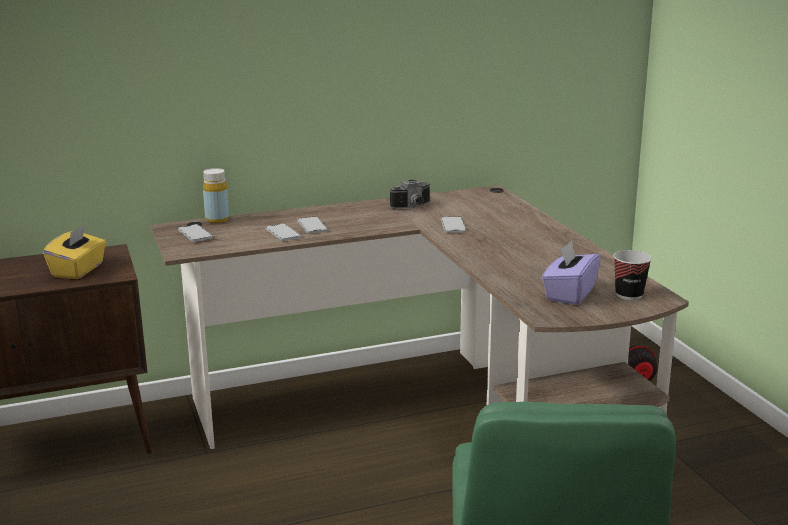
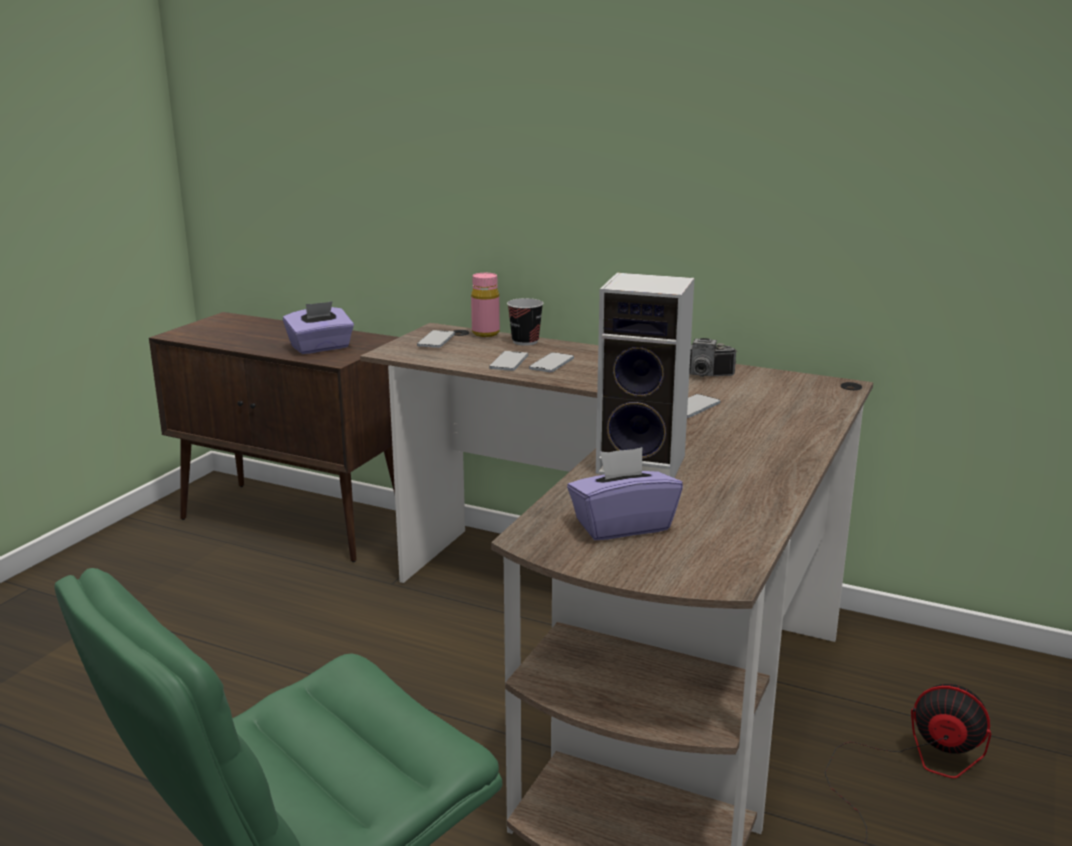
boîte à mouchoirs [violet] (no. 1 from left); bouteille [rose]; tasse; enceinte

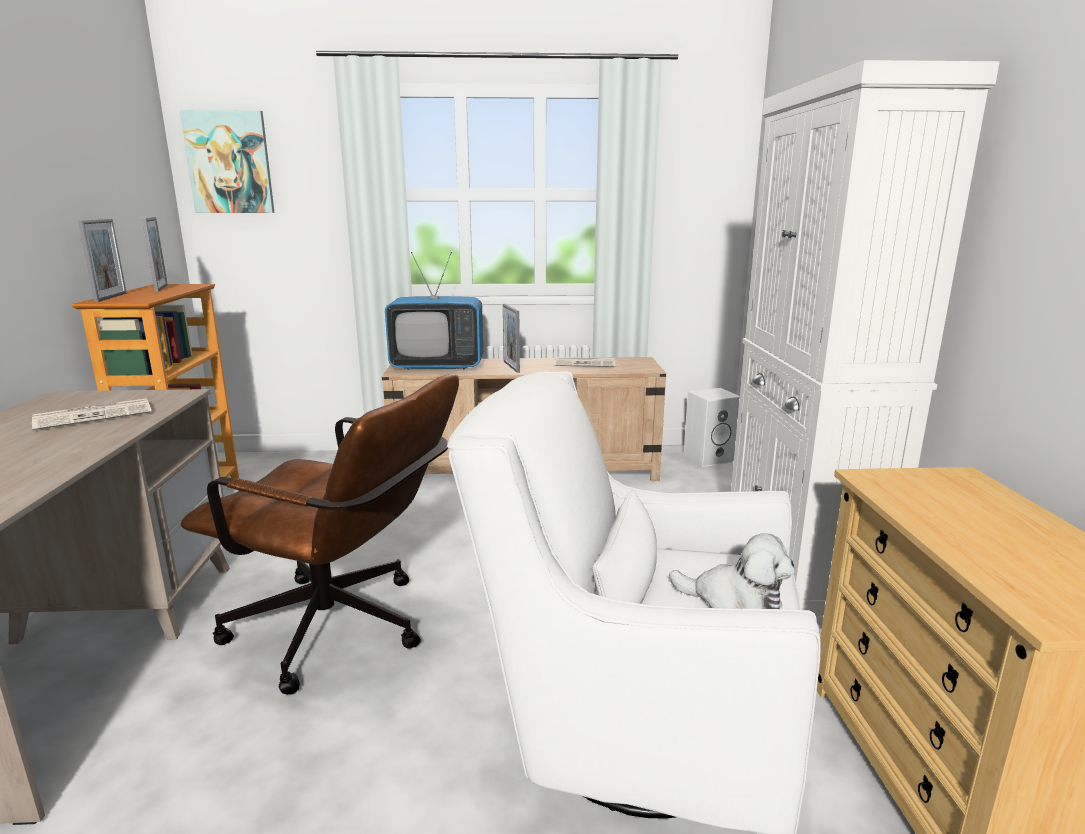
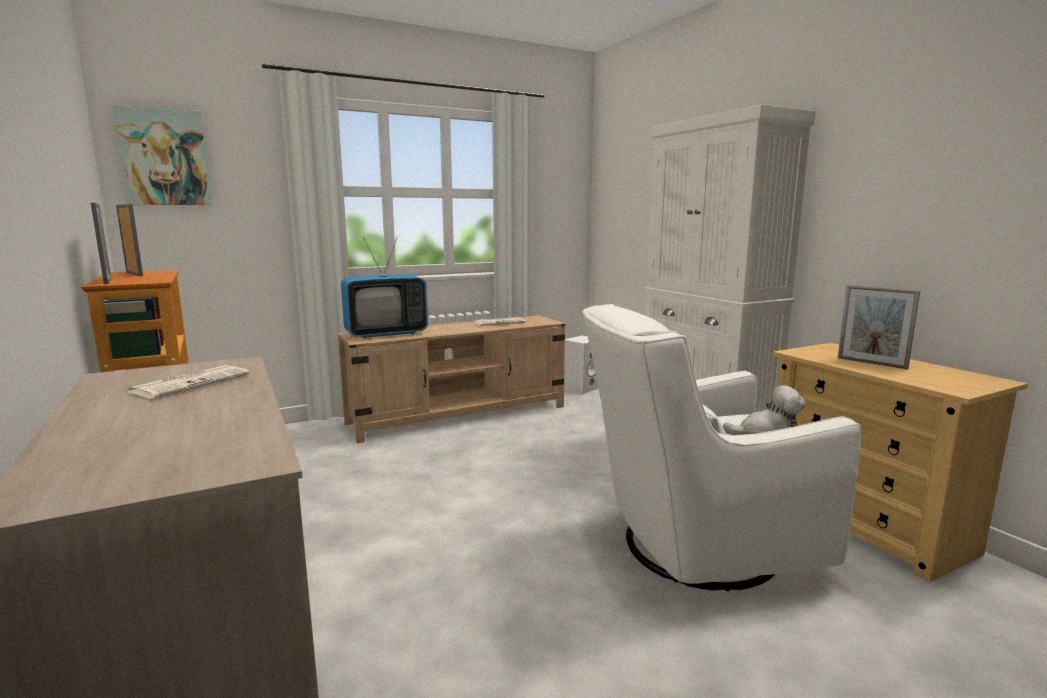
chaise de bureau [marron]; cadre photo (no. 3 from left)

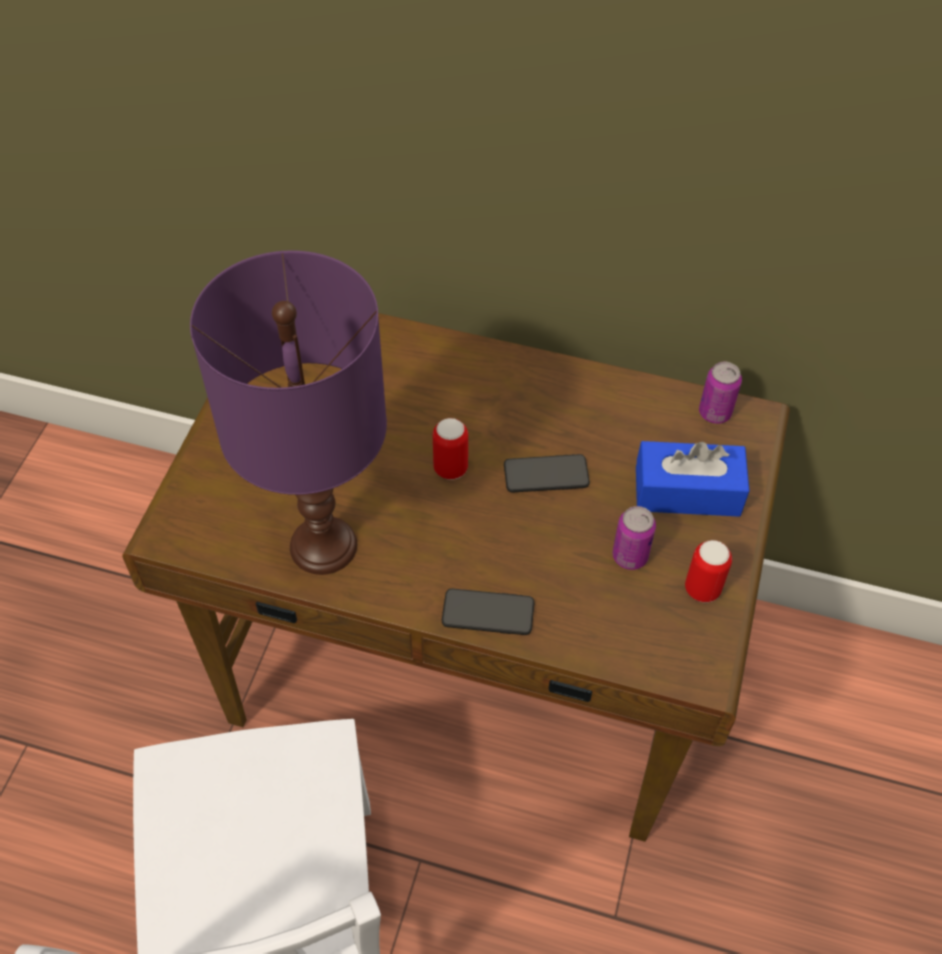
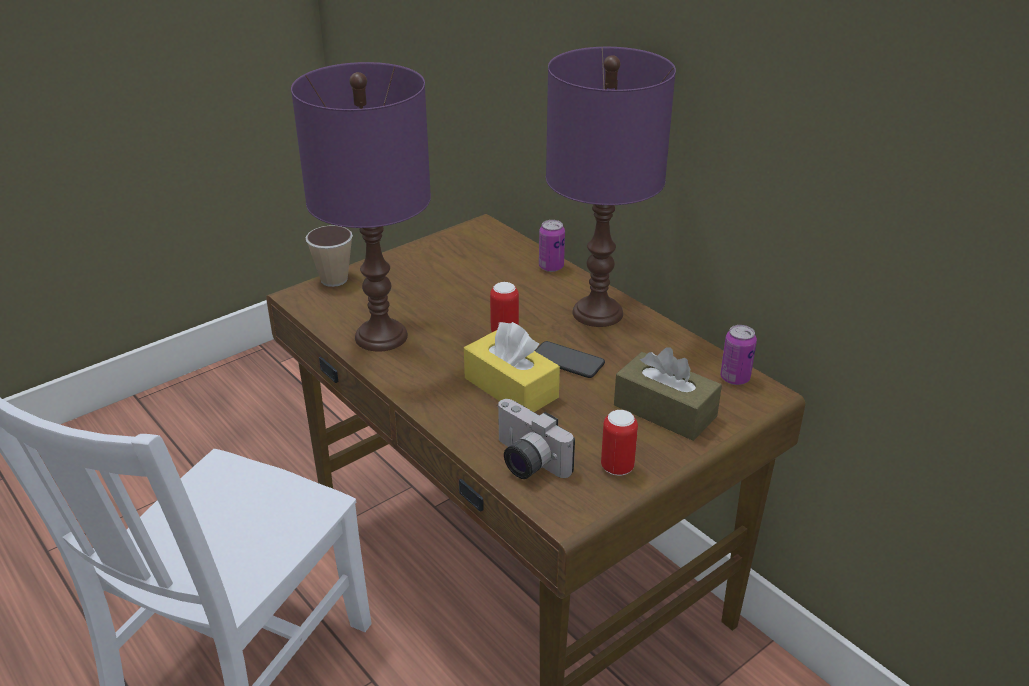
téléphone (no. 1 from left in the first image); boîte métallique (no. 2 from left); boîte à mouchoirs [marron]; tasse; boîte à mouchoirs [jaune]; appareil photo; lampe de table [violet] (no. 2 from left)

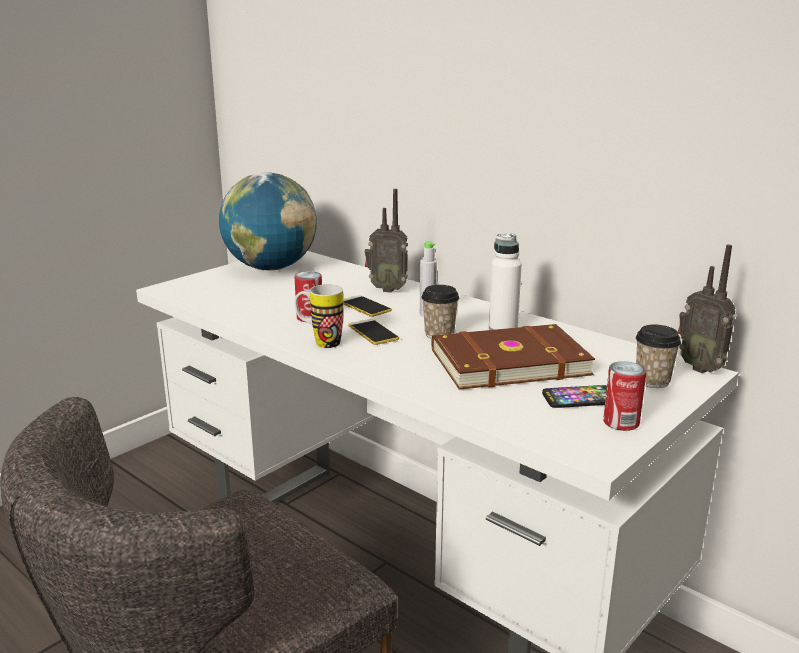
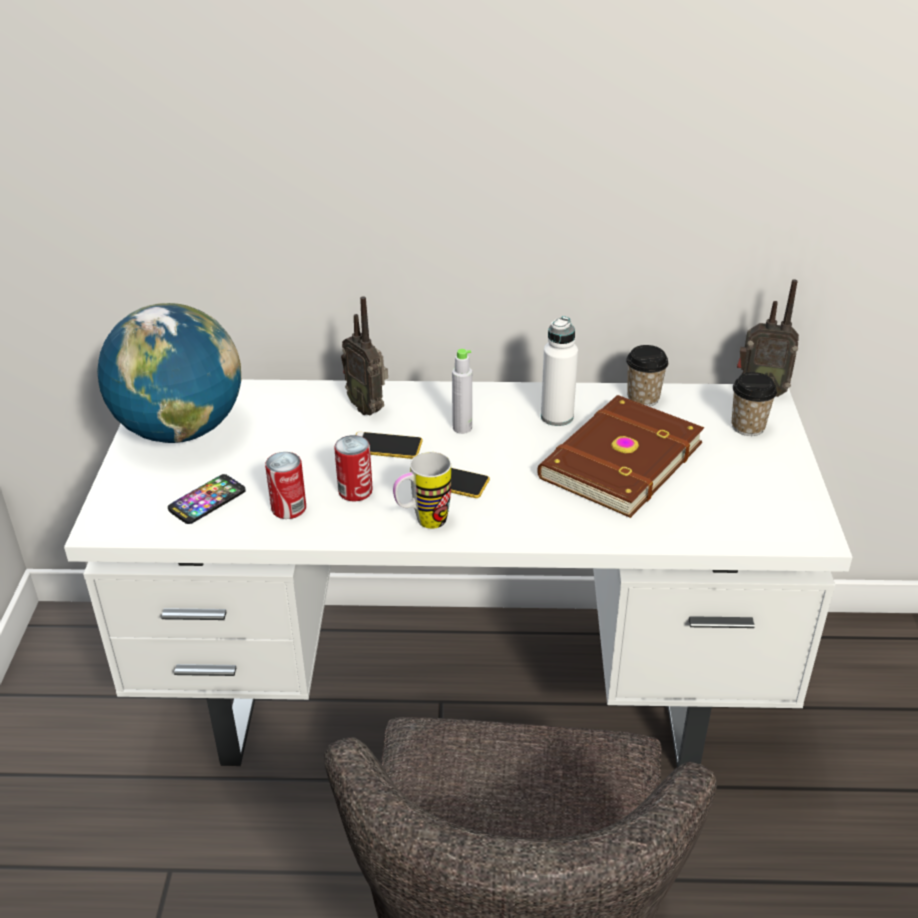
radio (no. 1 from left); tasse (no. 1 from left); téléphone (no. 1 from left); boîte métallique (no. 1 from left)

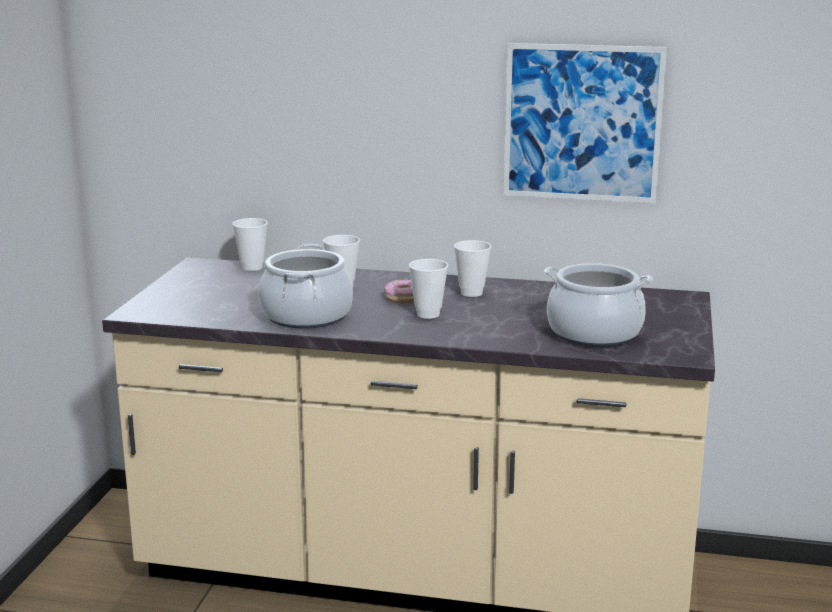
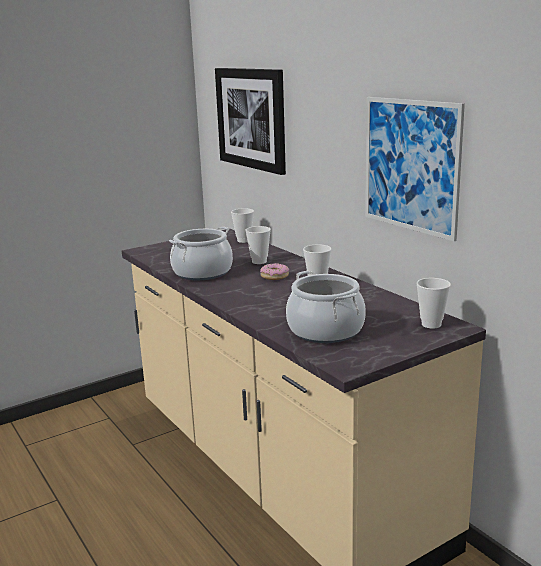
tasse (no. 4 from left); tableau (no. 1 from left)

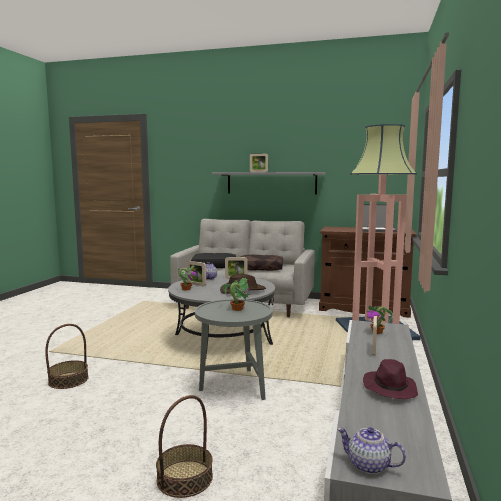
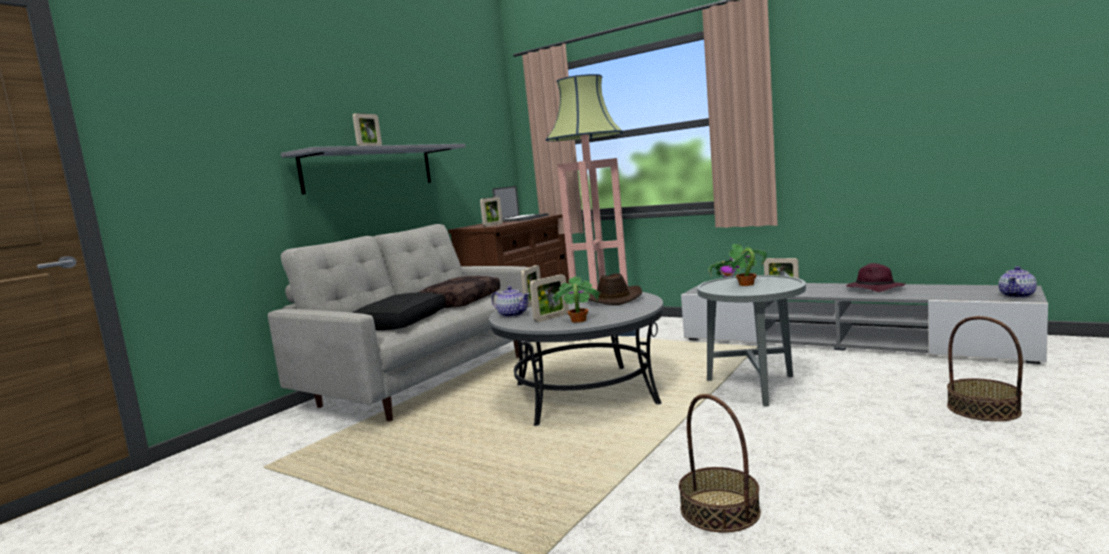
cadre photo (no. 2 from left)

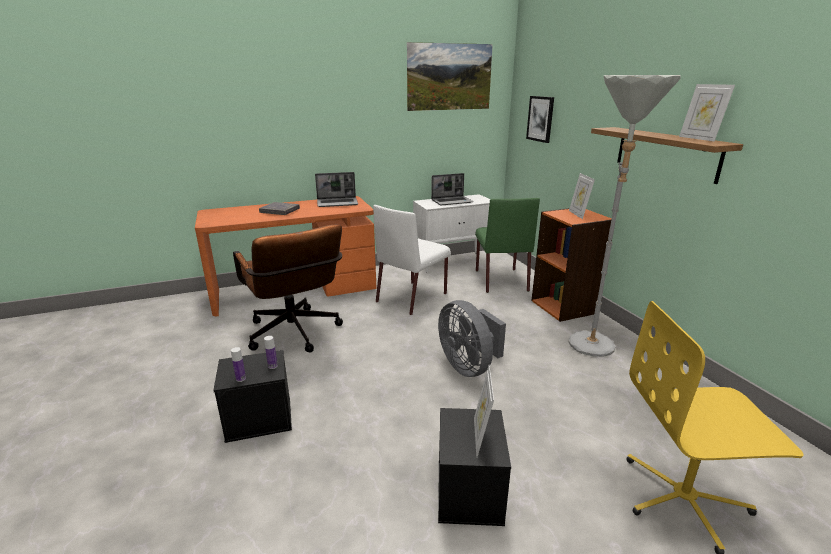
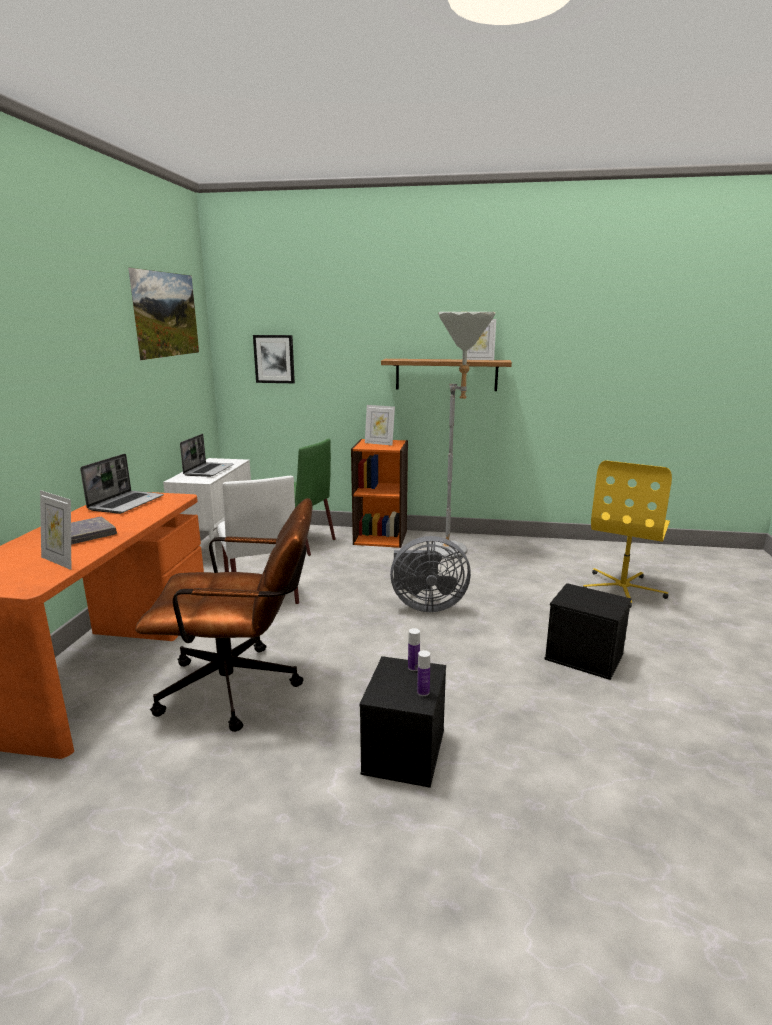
cadre photo (no. 1 from left)

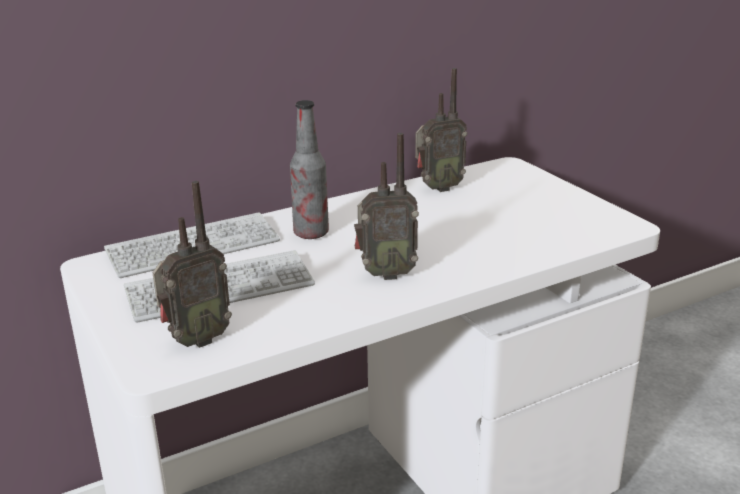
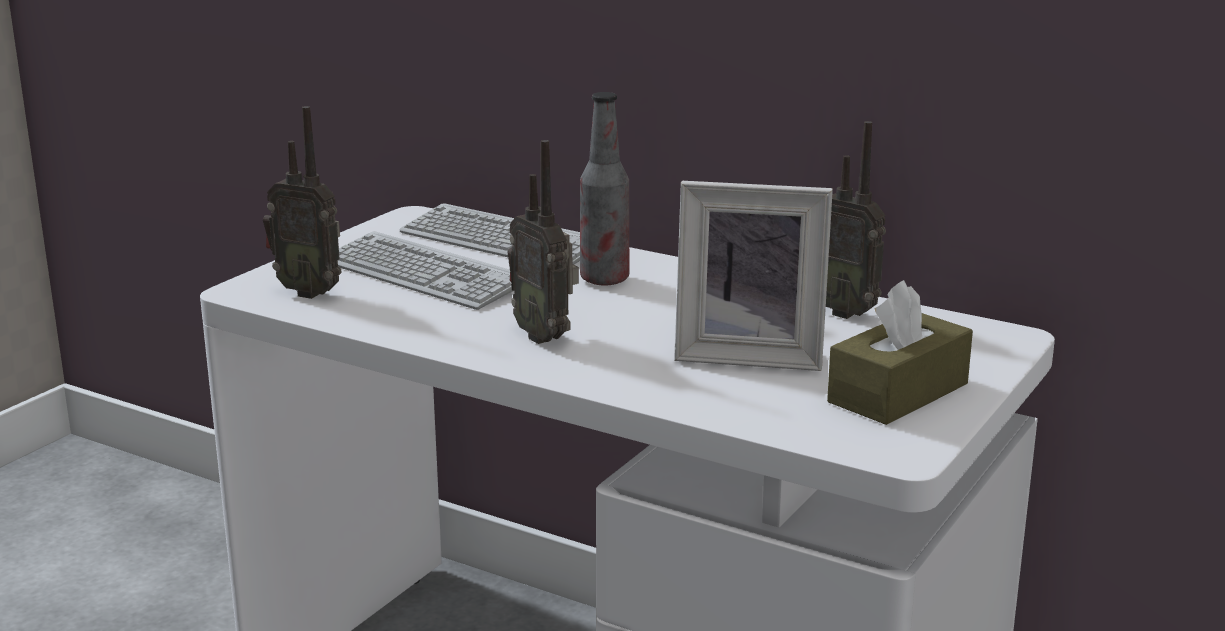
cadre photo; boîte à mouchoirs [marron]

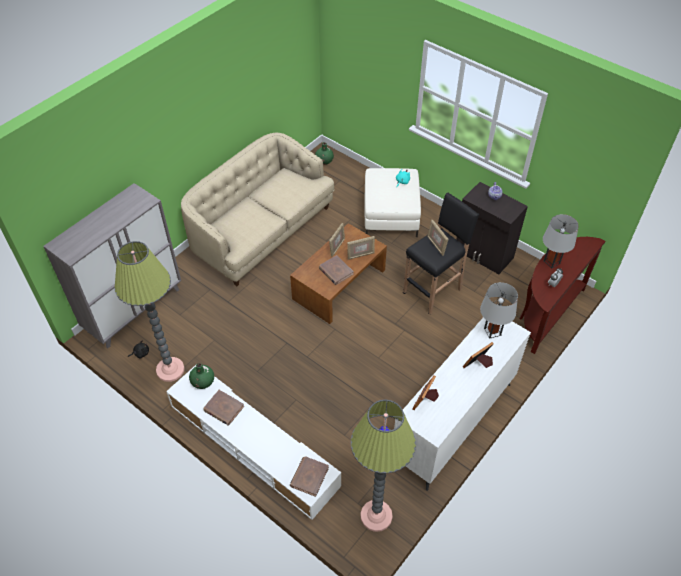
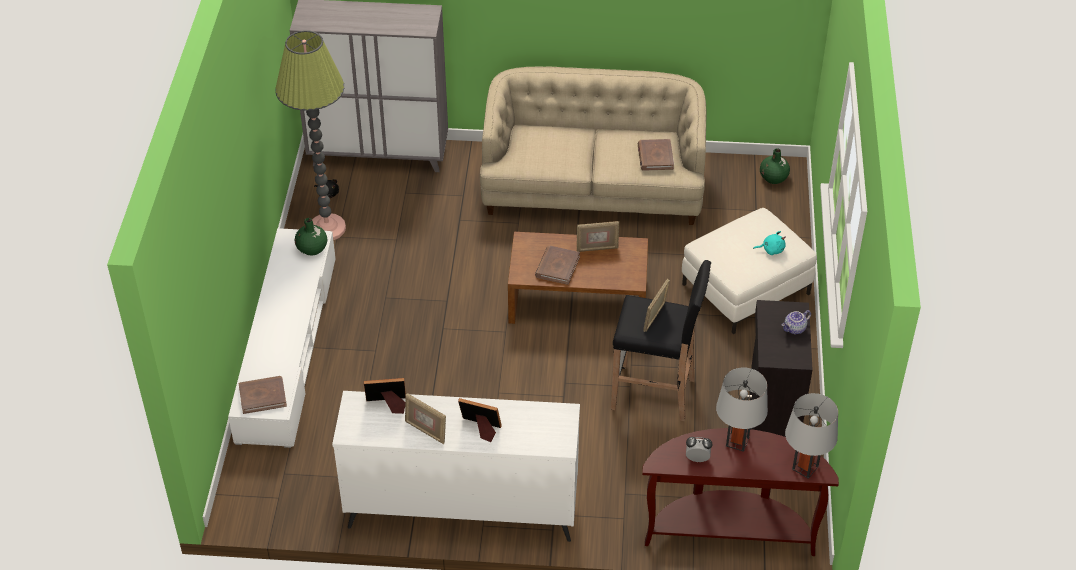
livre [marron] (no. 3 from left); cadre photo (no. 2 from left); lampadaire (no. 2 from left in the first image); lampe de table [gris] (no. 2 from left)

